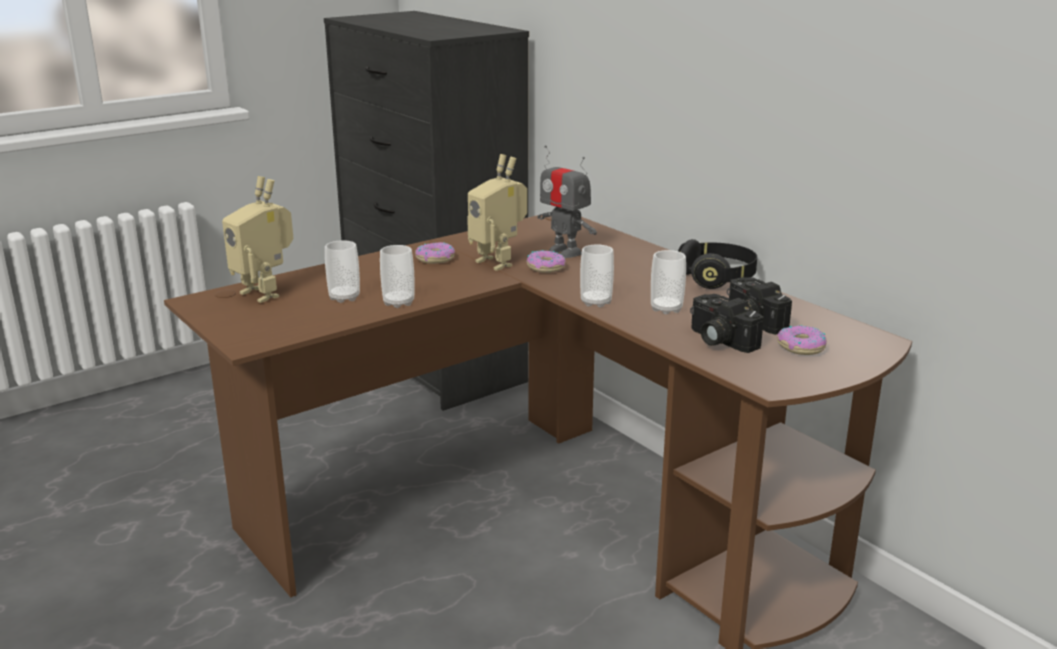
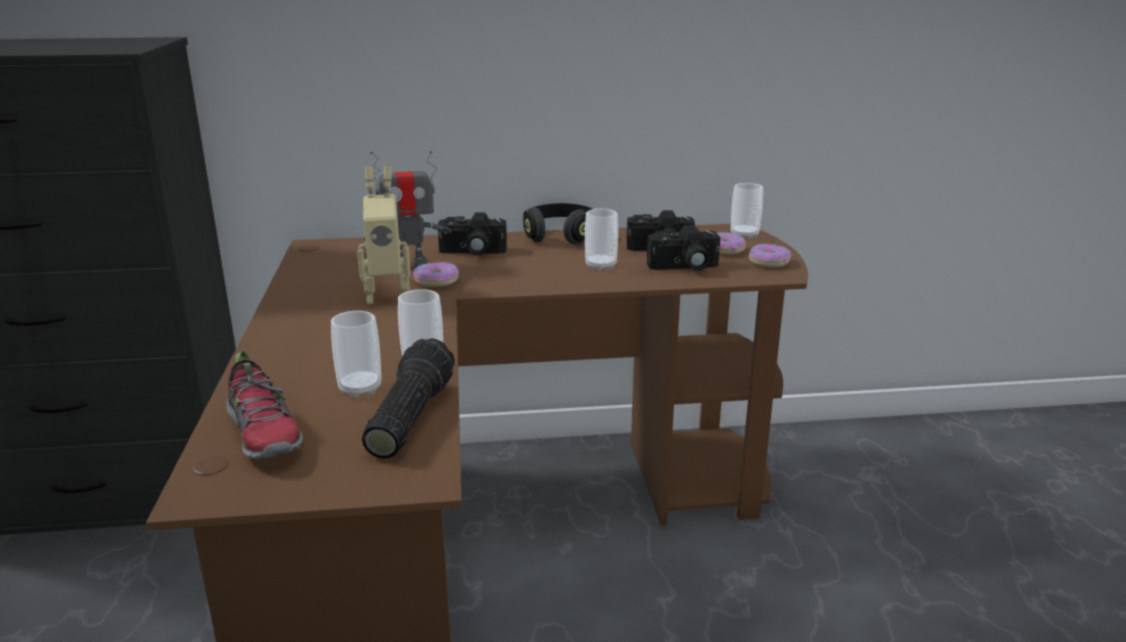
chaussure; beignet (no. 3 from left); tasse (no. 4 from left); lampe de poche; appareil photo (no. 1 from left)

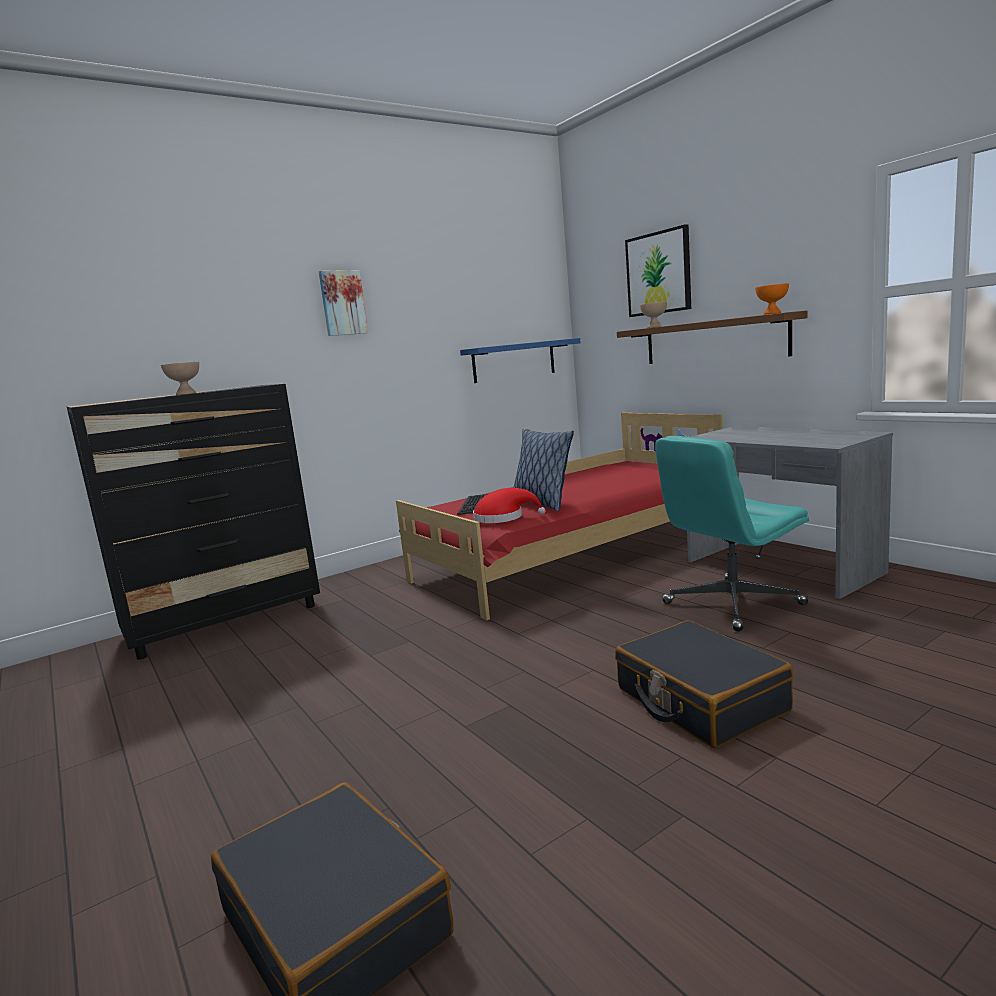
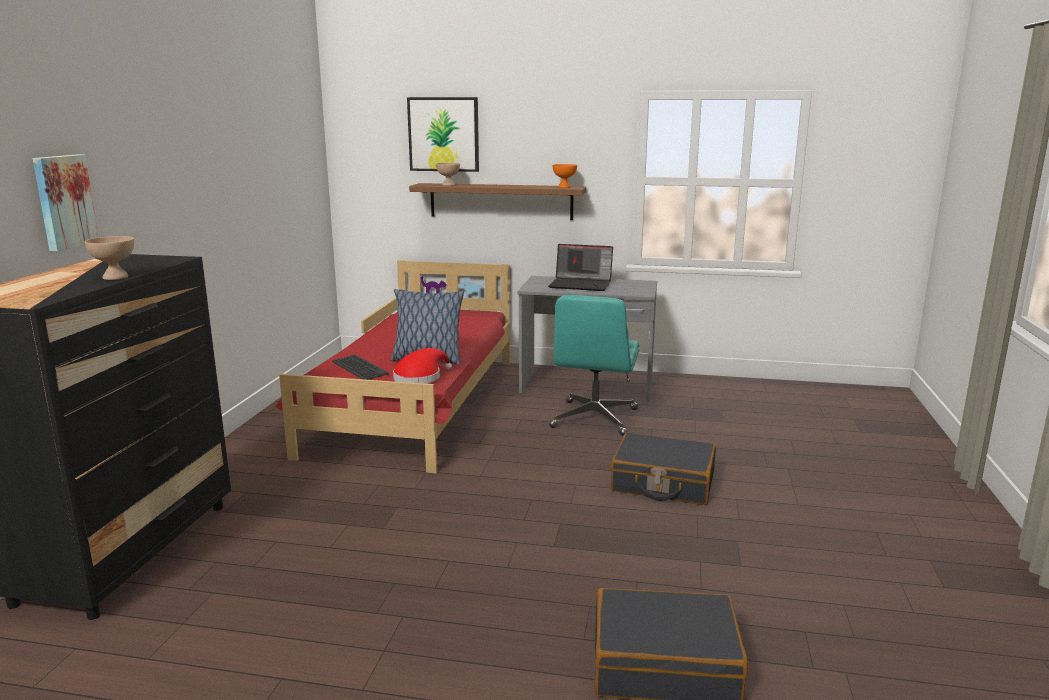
tableau (no. 1 from left); étagère [bleu]; ordinateur portable

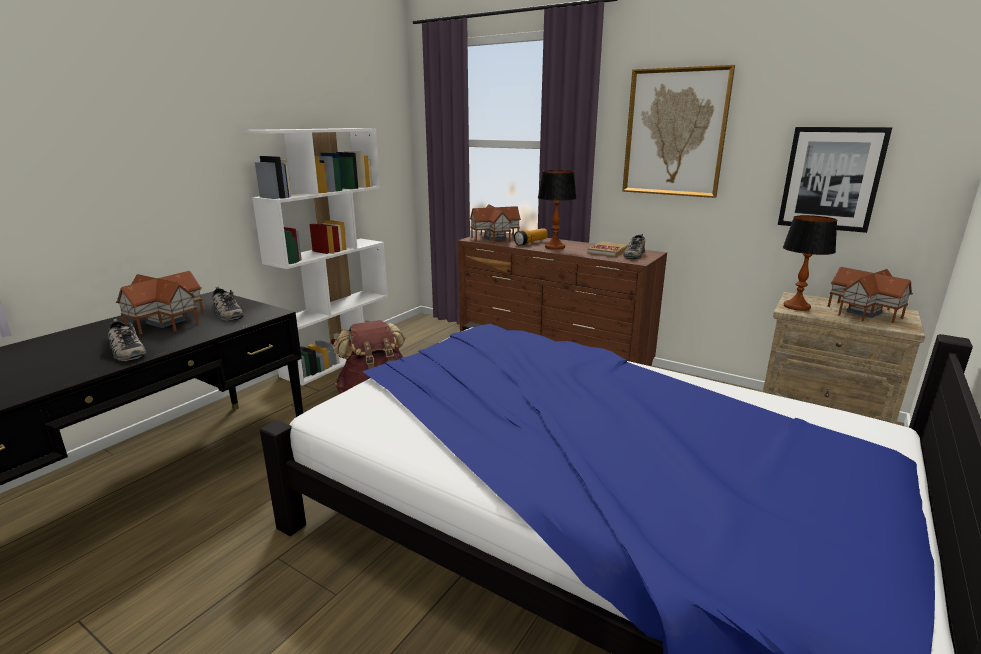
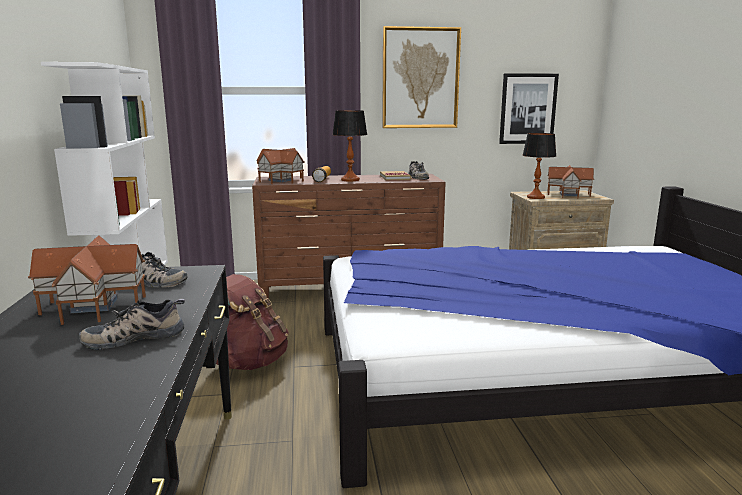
chaussure (no. 1 from left)

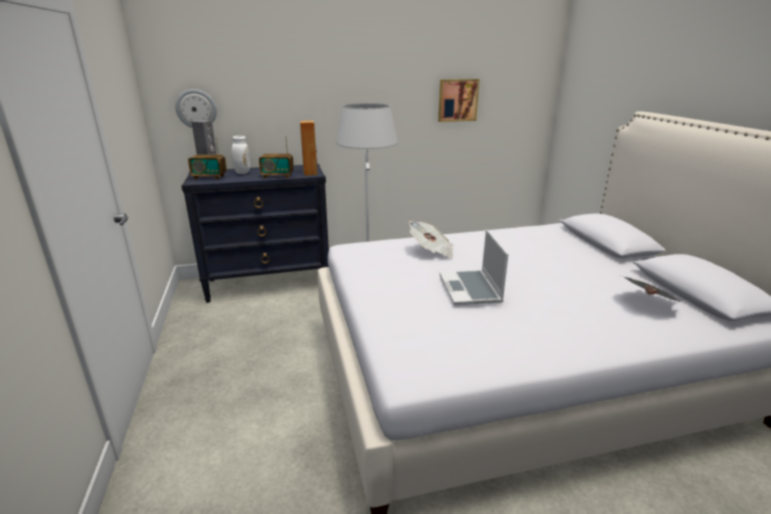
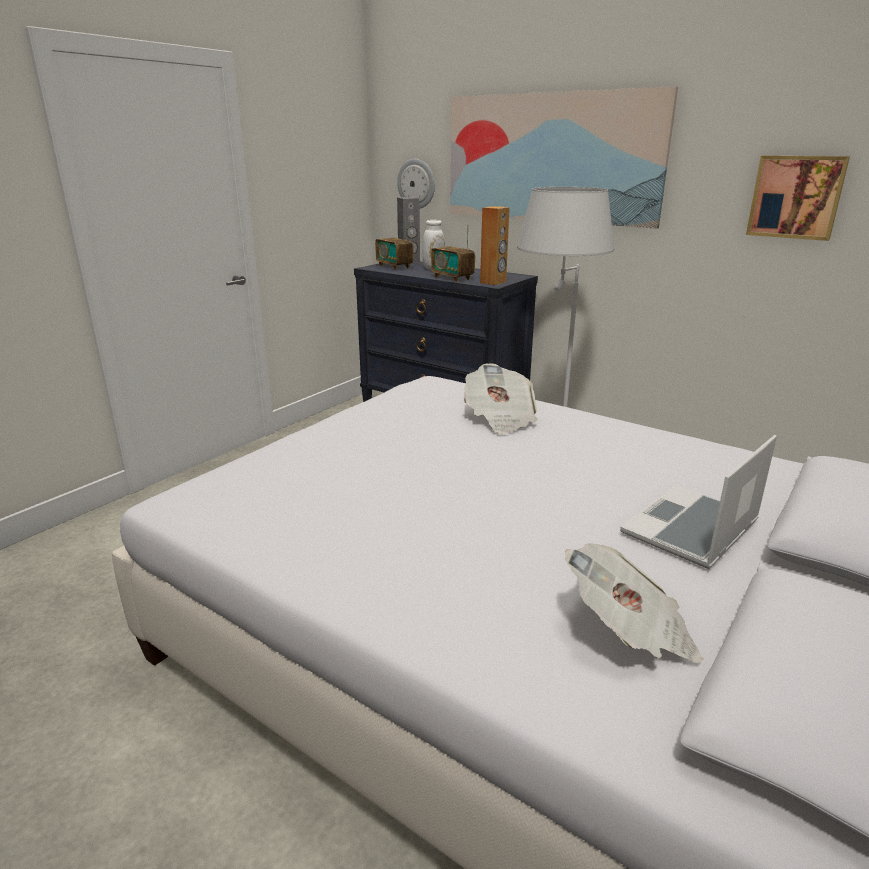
ordinateur portable; tableau (no. 1 from left)

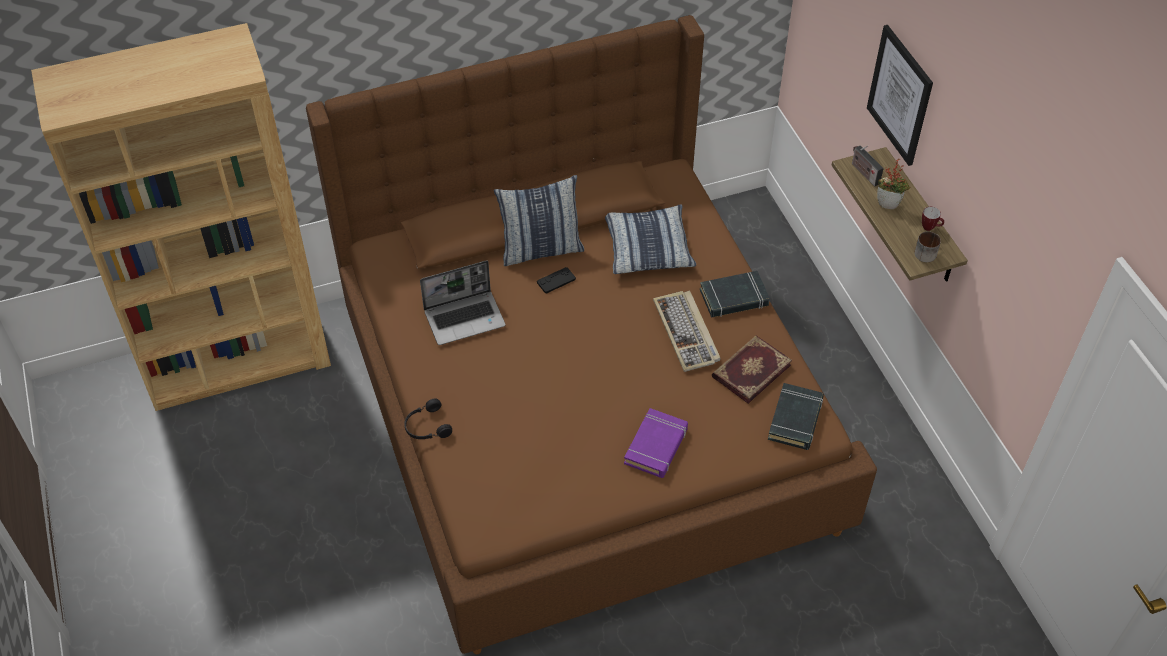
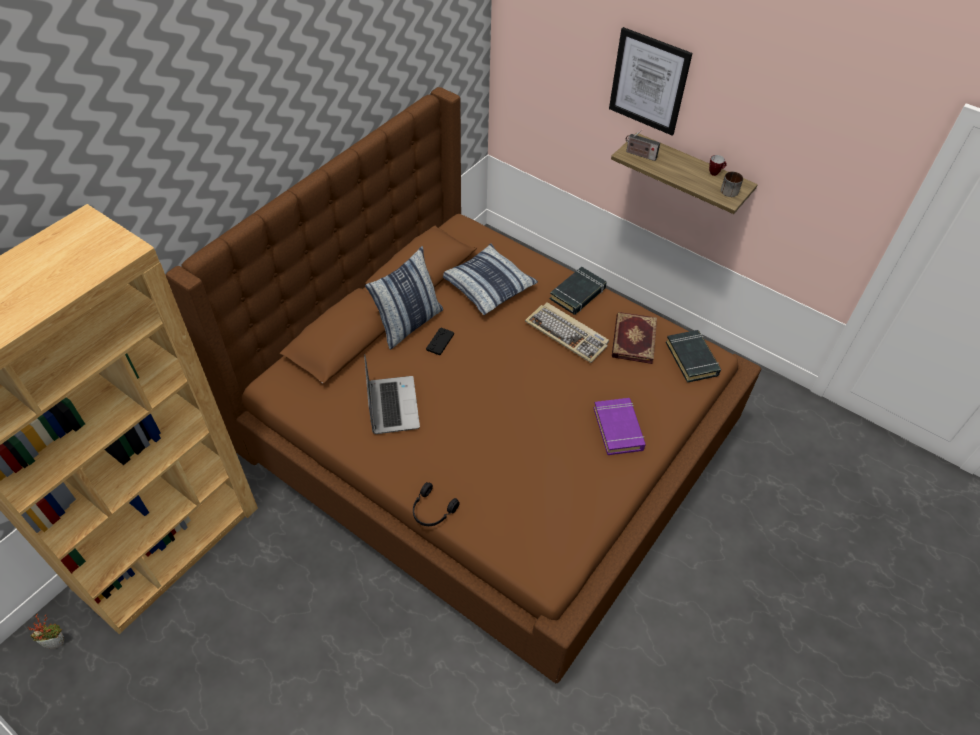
ordinateur portable; plante en pot

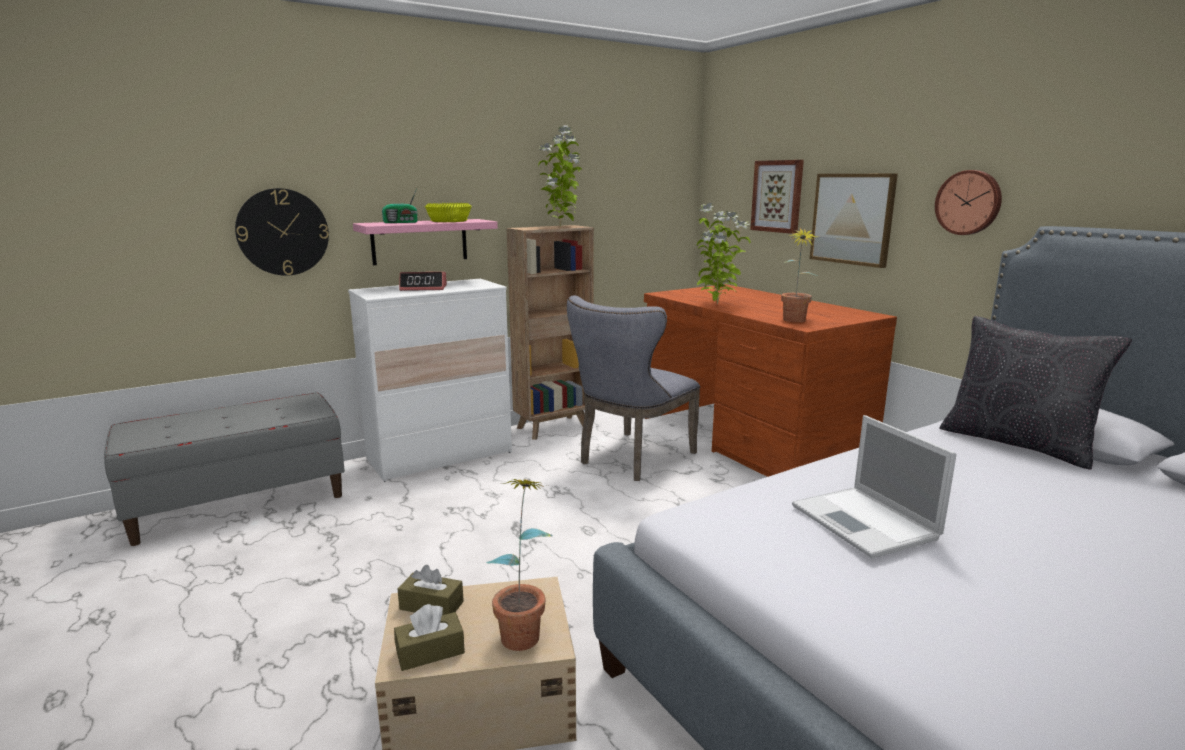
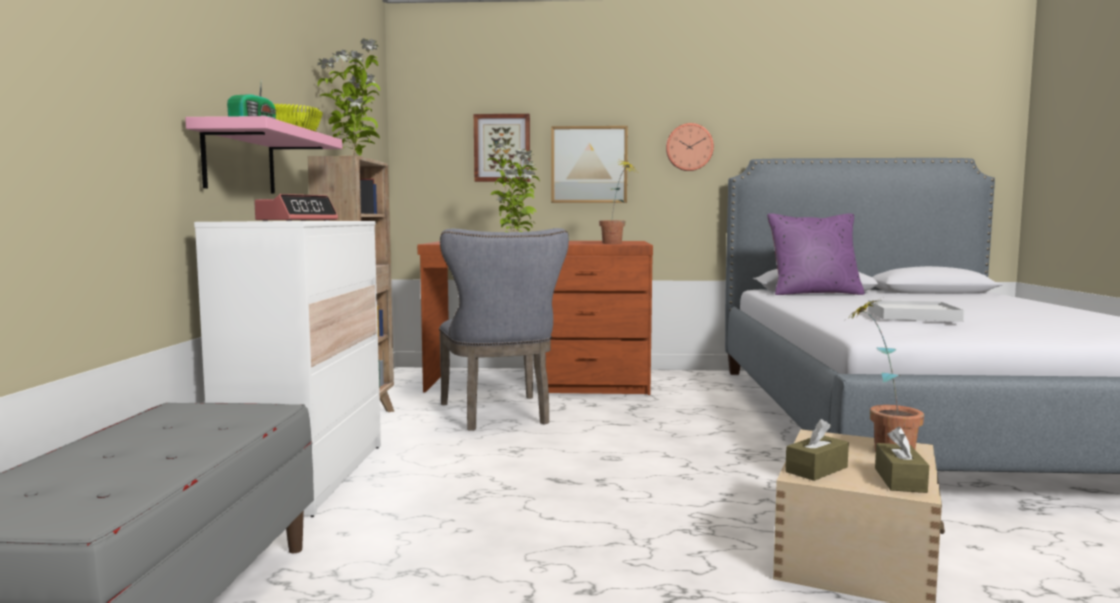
horloge murale (no. 1 from left in the first image); plateau [blanc]; coussin [violet]

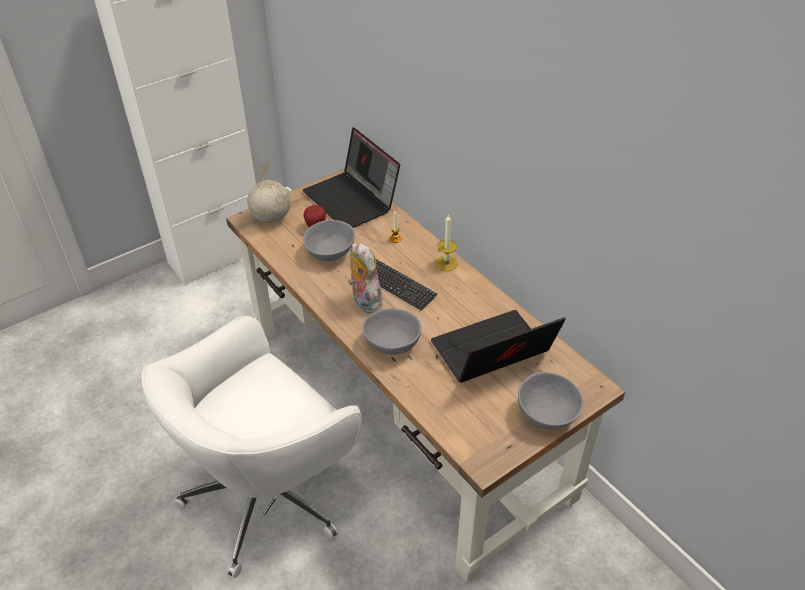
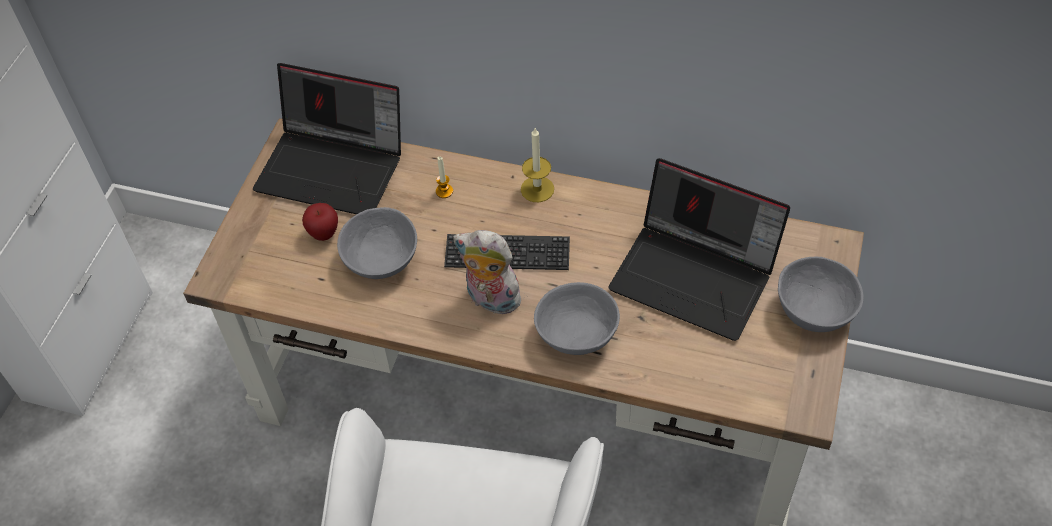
globe; ordinateur portable (no. 2 from left)

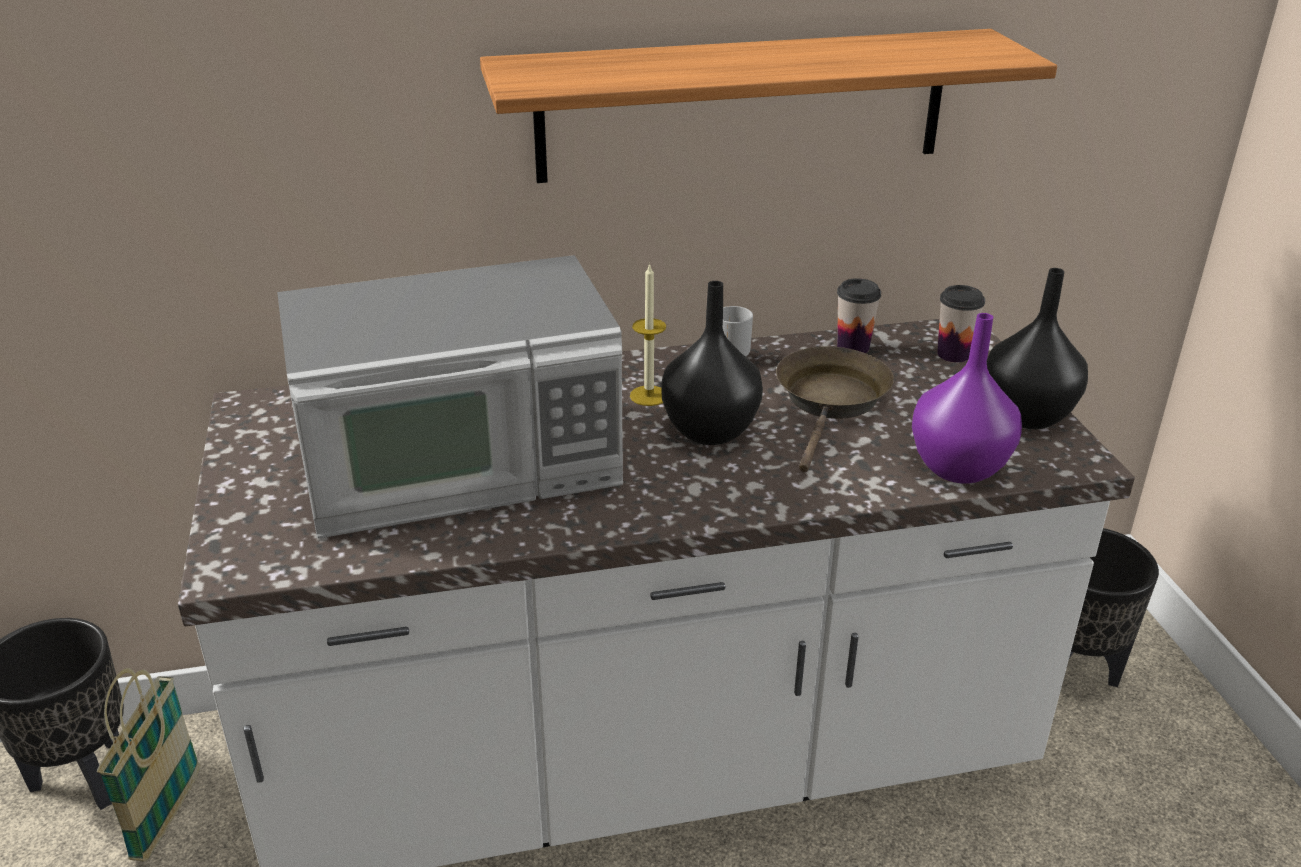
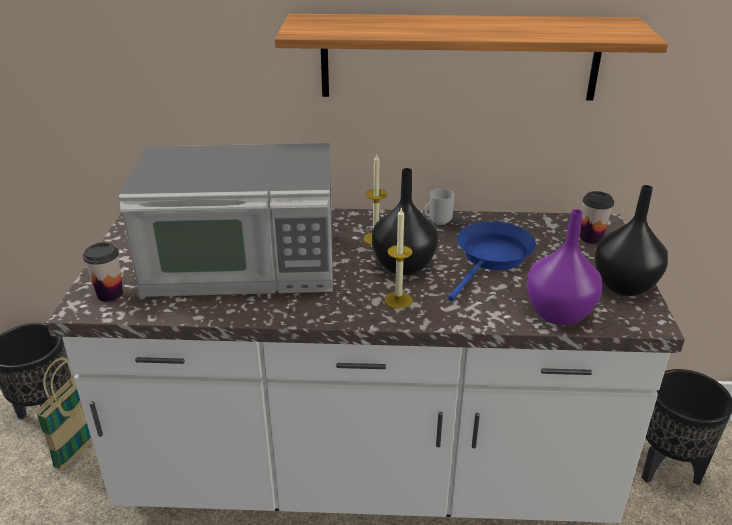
poêle [bleu]; tasse (no. 1 from left); bougie (no. 2 from left)

